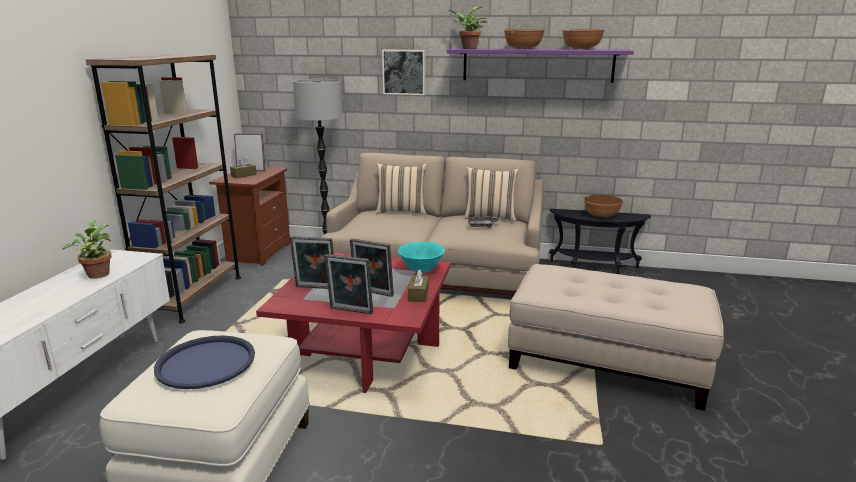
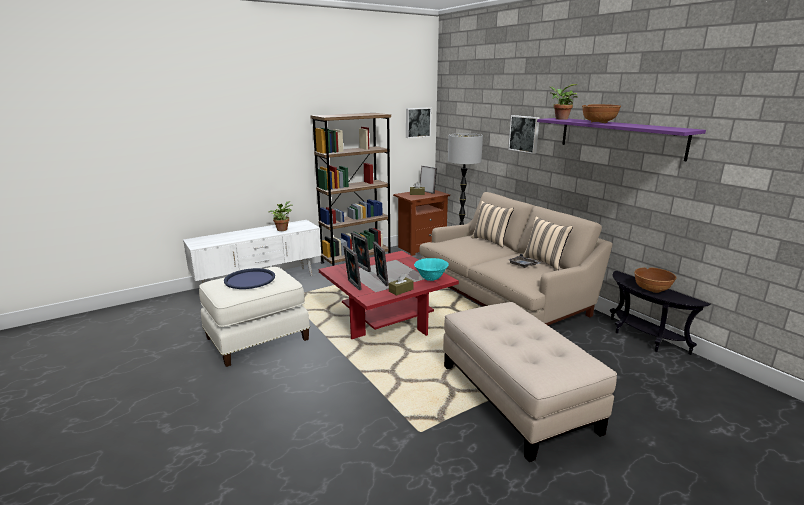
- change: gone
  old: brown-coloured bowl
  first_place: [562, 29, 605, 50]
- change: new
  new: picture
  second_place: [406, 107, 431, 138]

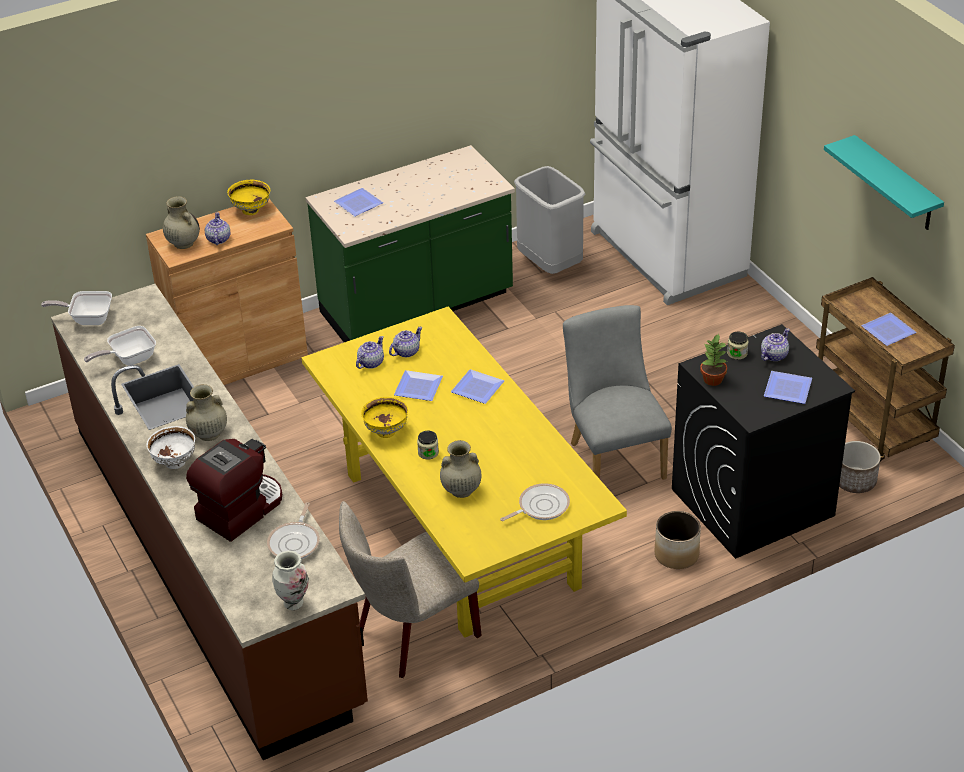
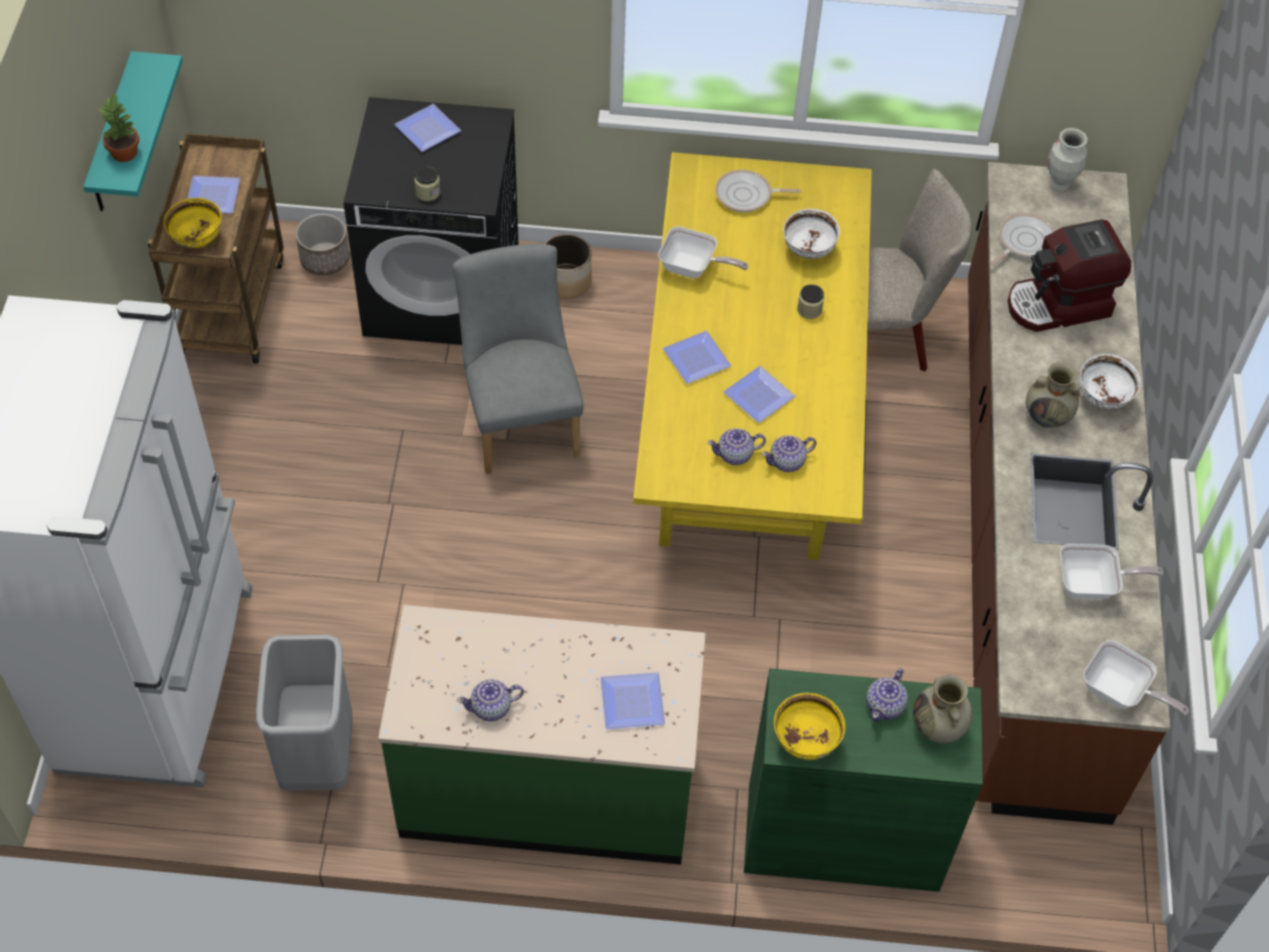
- change: repainted
  old: brown-coloured storage cabinet
  new: greenish storage cabinet
  first_place: [146, 199, 308, 385]
  second_place: [744, 669, 983, 892]
- change: shifted
  old: yellowish bowl
  first_place: [361, 397, 408, 438]
  second_place: [163, 198, 222, 248]
- change: swapped
  old: sand-coloured decorative vase
  new: white bowl
  first_place: [440, 440, 482, 498]
  second_place: [783, 209, 840, 259]
- change: rotated
  old: greyish chair
  first_place: [563, 305, 672, 480]
  second_place: [453, 244, 584, 475]
  degrees: 150
- change: shifted
  old: houseplant
  first_place: [700, 333, 727, 386]
  second_place: [98, 93, 139, 162]
- change: shifted
  old: teapot
  first_place: [761, 328, 790, 361]
  second_place: [457, 679, 524, 721]
- change: new
  new: pan
  second_place: [658, 226, 748, 279]

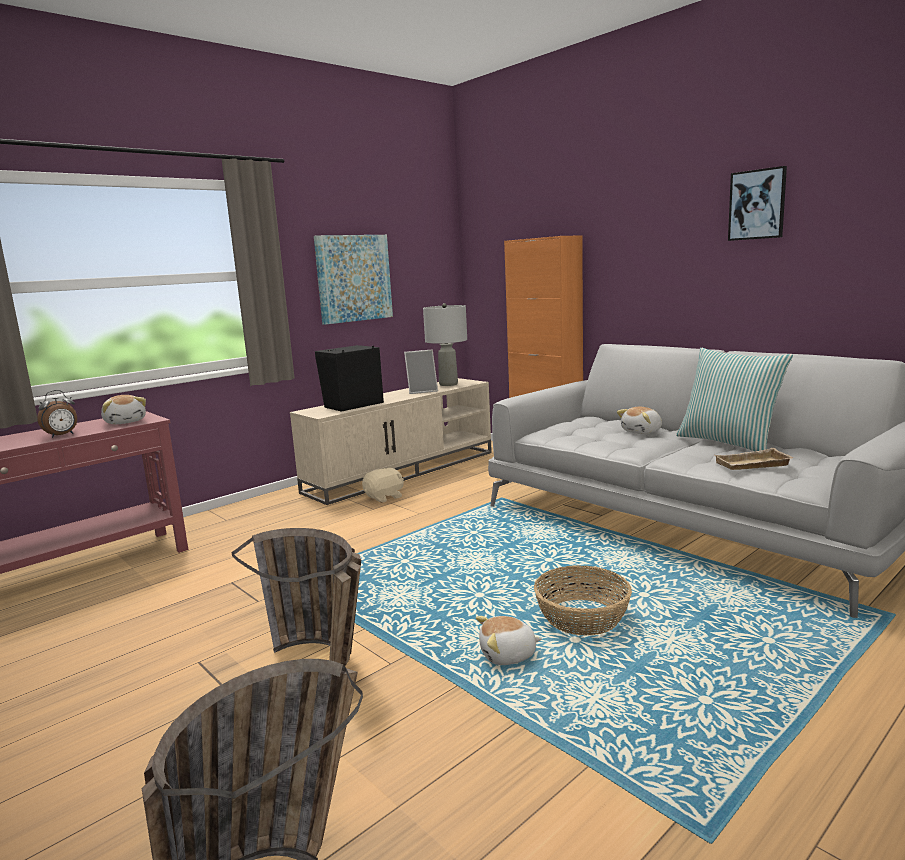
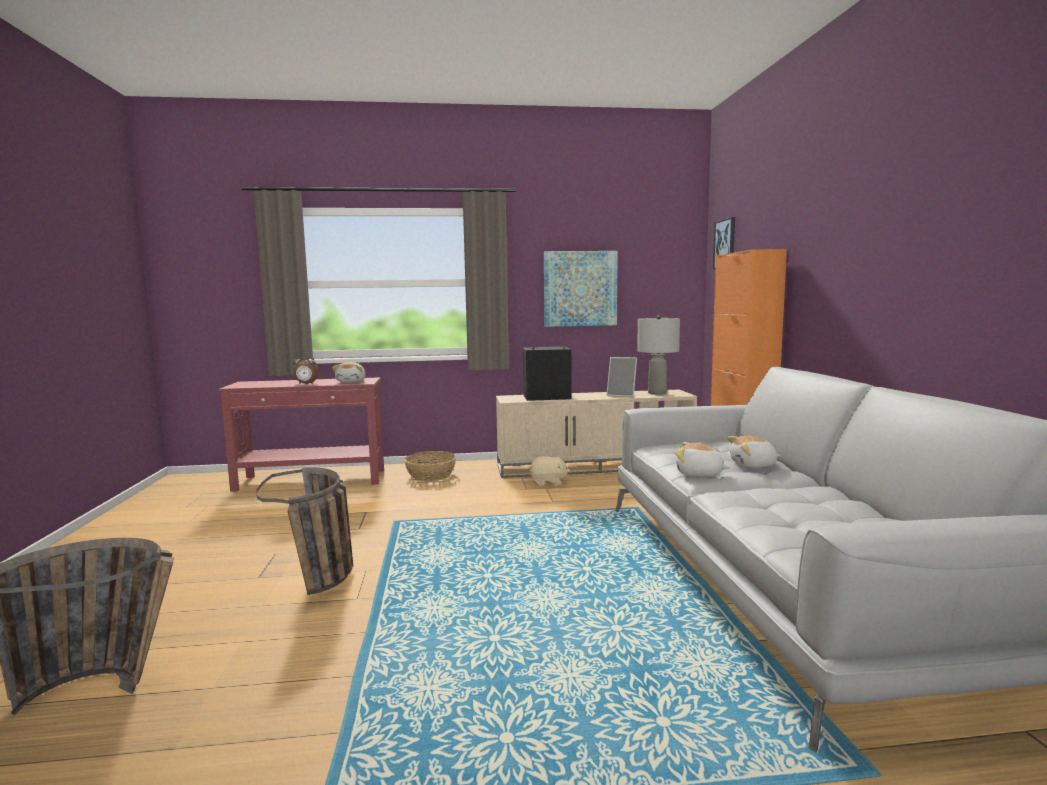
- change: shifted
  old: cuddly toy
  first_place: [476, 616, 542, 665]
  second_place: [675, 442, 730, 477]
- change: shifted
  old: storage basket
  first_place: [534, 565, 632, 636]
  second_place: [404, 451, 456, 481]
- change: gone
  old: throw pillow
  first_place: [676, 348, 793, 451]
- change: gone
  old: sand-coloured tray
  first_place: [715, 448, 794, 470]
- change: shifted
  old: picture
  first_place: [728, 166, 787, 241]
  second_place: [713, 217, 735, 269]

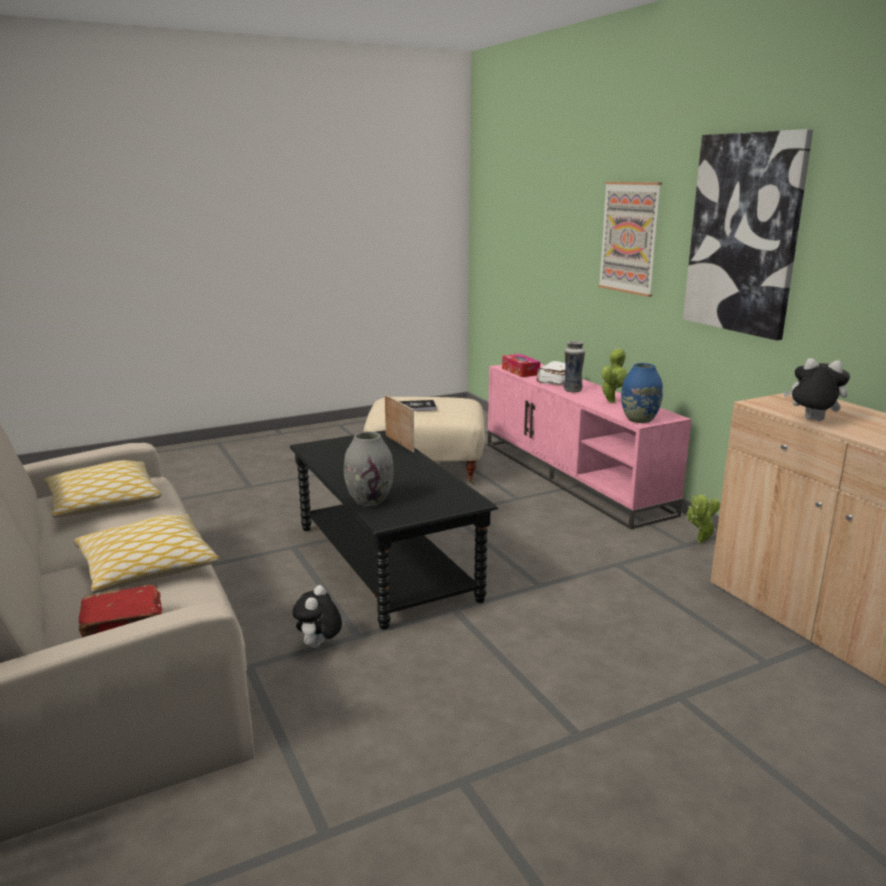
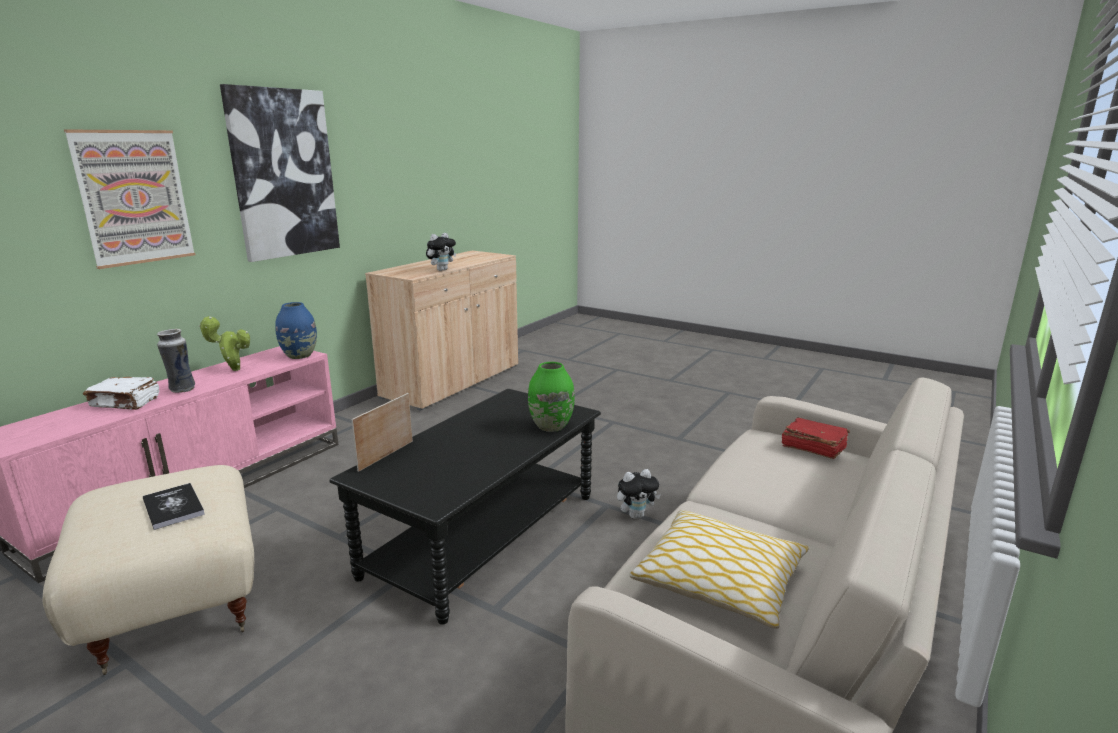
- change: gone
  old: throw pillow
  first_place: [74, 514, 219, 593]
- change: repainted
  old: greyish decorative vase
  new: greenish decorative vase
  first_place: [344, 431, 394, 506]
  second_place: [528, 362, 575, 432]
- change: gone
  old: tissue box
  first_place: [502, 354, 540, 377]
- change: gone
  old: houseplant
  first_place: [686, 494, 720, 543]
- change: rotated
  old: cuddly toy
  first_place: [783, 358, 850, 421]
  second_place: [426, 233, 456, 271]
  degrees: -135

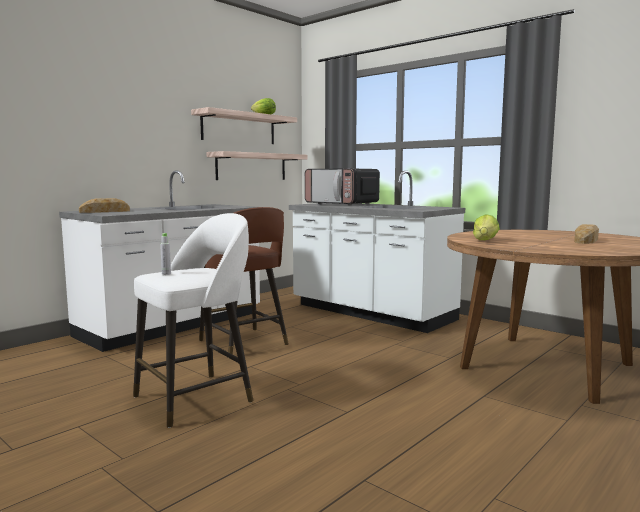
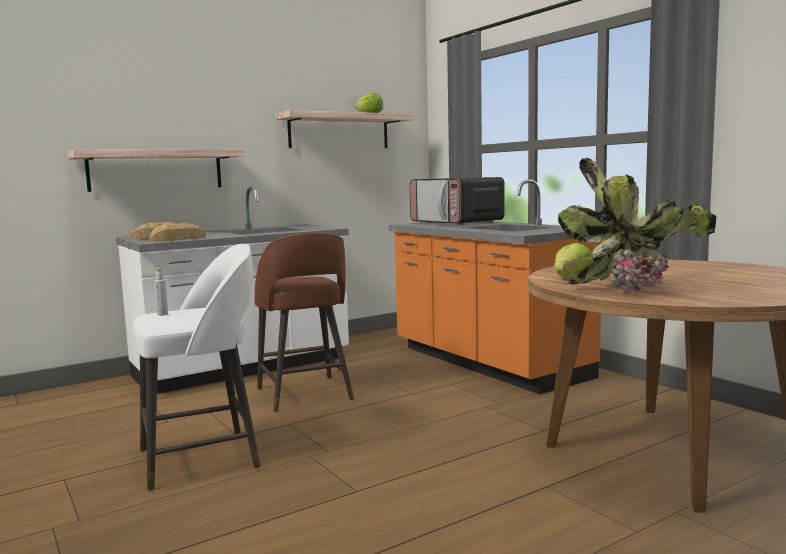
- change: shifted
  old: wall shelf
  first_place: [207, 151, 308, 180]
  second_place: [67, 149, 245, 192]
- change: repainted
  old: white kitchen counter
  new: orange-coloured kitchen counter
  first_place: [289, 171, 465, 333]
  second_place: [389, 179, 602, 394]
- change: shifted
  old: bakery bread
  first_place: [574, 224, 599, 244]
  second_place: [149, 223, 206, 242]
- change: new
  new: houseplant
  second_place: [558, 158, 717, 293]

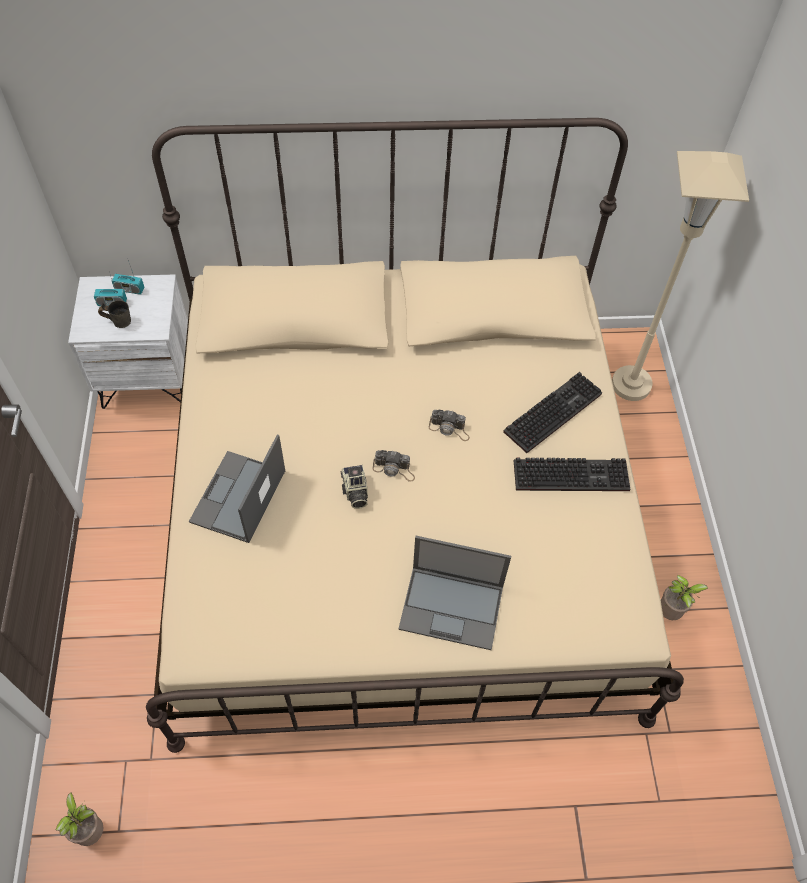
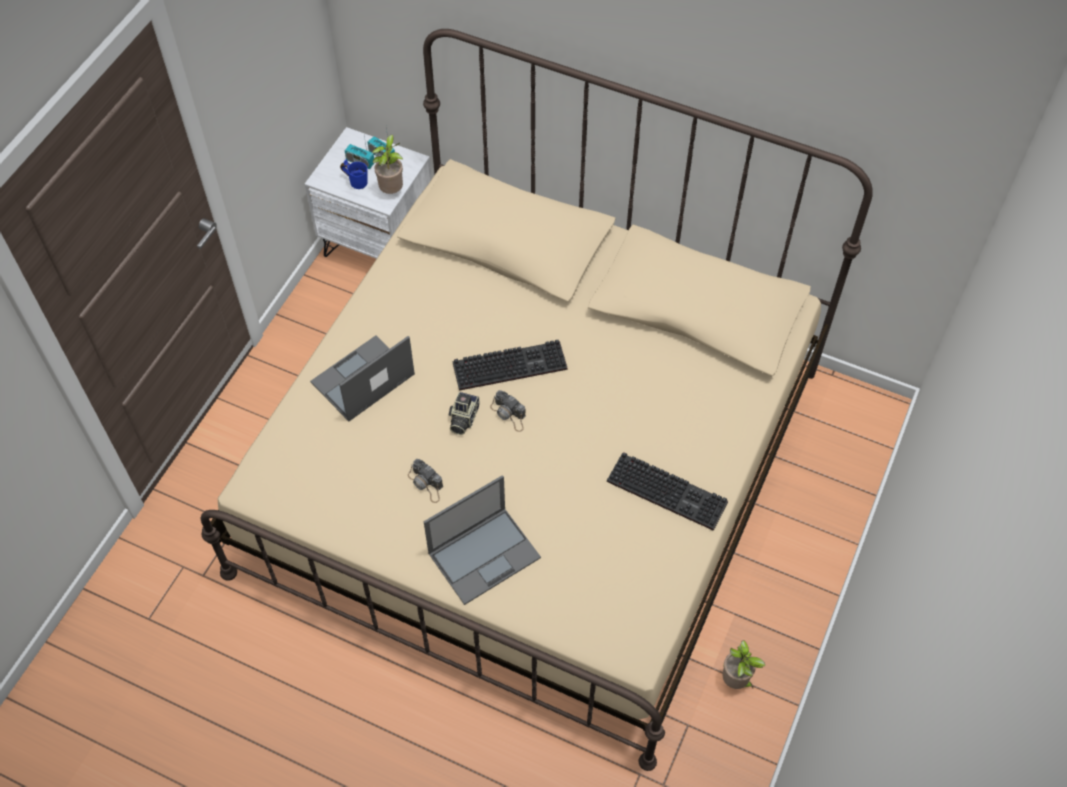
- change: shifted
  old: houseplant
  first_place: [55, 792, 103, 846]
  second_place: [372, 135, 403, 194]
- change: repainted
  old: greyish coffee mug
  new: bluish coffee mug
  first_place: [98, 300, 131, 328]
  second_place: [340, 159, 368, 189]
- change: rotated
  old: laptop
  first_place: [398, 536, 511, 650]
  second_place: [424, 475, 541, 605]
  degrees: -75
- change: shifted
  old: still camera
  first_place: [429, 410, 470, 441]
  second_place: [408, 459, 443, 503]
- change: shifted
  old: keyboard
  first_place: [503, 372, 602, 453]
  second_place: [453, 340, 568, 391]
- change: gone
  old: sand-coloured floor lamp
  first_place: [612, 151, 749, 401]

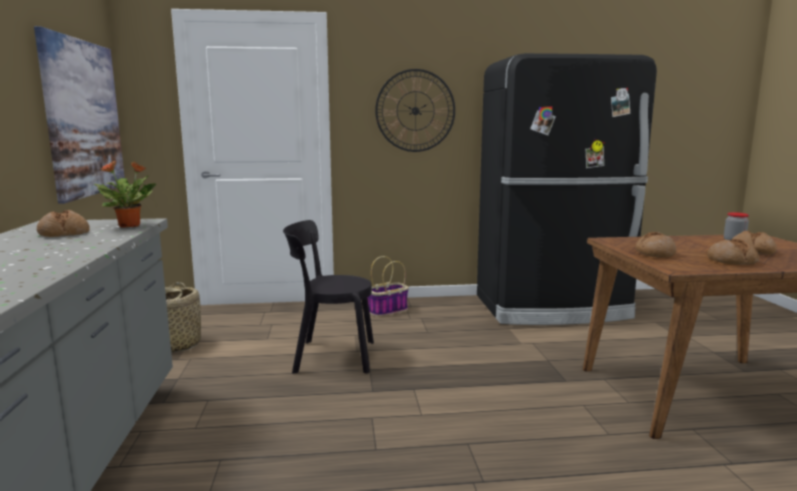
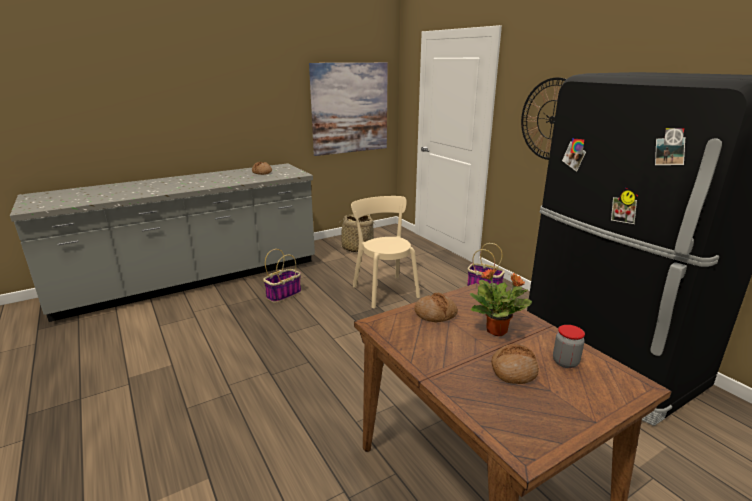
- change: shifted
  old: houseplant
  first_place: [93, 161, 157, 228]
  second_place: [470, 268, 532, 336]
- change: repainted
  old: black chair
  new: sand-coloured chair
  first_place: [283, 220, 374, 374]
  second_place: [351, 196, 420, 308]
- change: gone
  old: bakery bread
  first_place: [707, 239, 760, 265]
- change: new
  new: storage basket
  second_place: [263, 249, 301, 303]

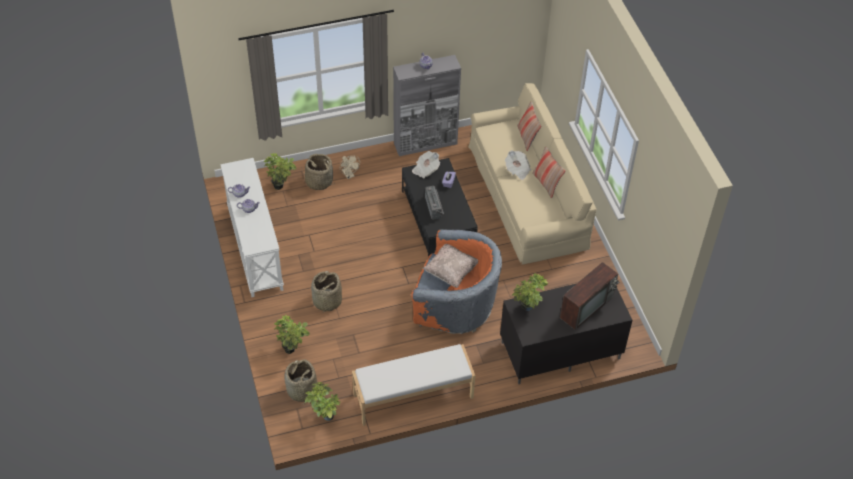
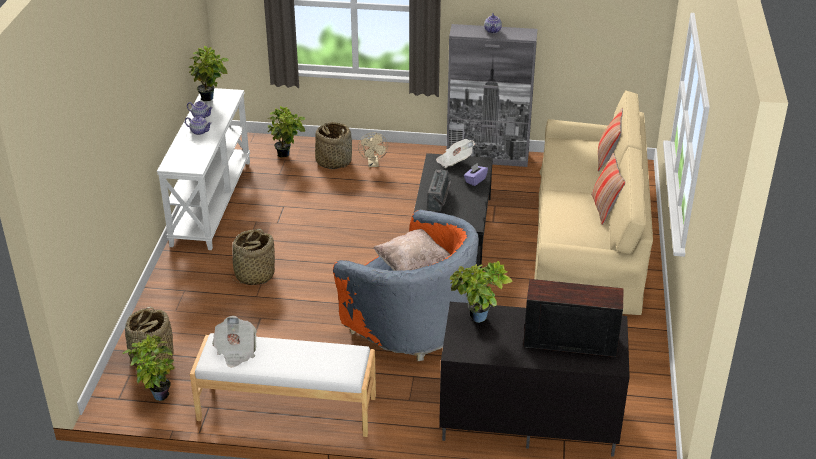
- change: shifted
  old: houseplant
  first_place: [274, 315, 310, 354]
  second_place: [188, 46, 229, 101]
- change: shifted
  old: printed paper
  first_place: [505, 150, 531, 180]
  second_place: [212, 316, 257, 368]
- change: rotated
  old: TV
  first_place: [560, 262, 619, 330]
  second_place: [523, 279, 624, 357]
  degrees: -150

